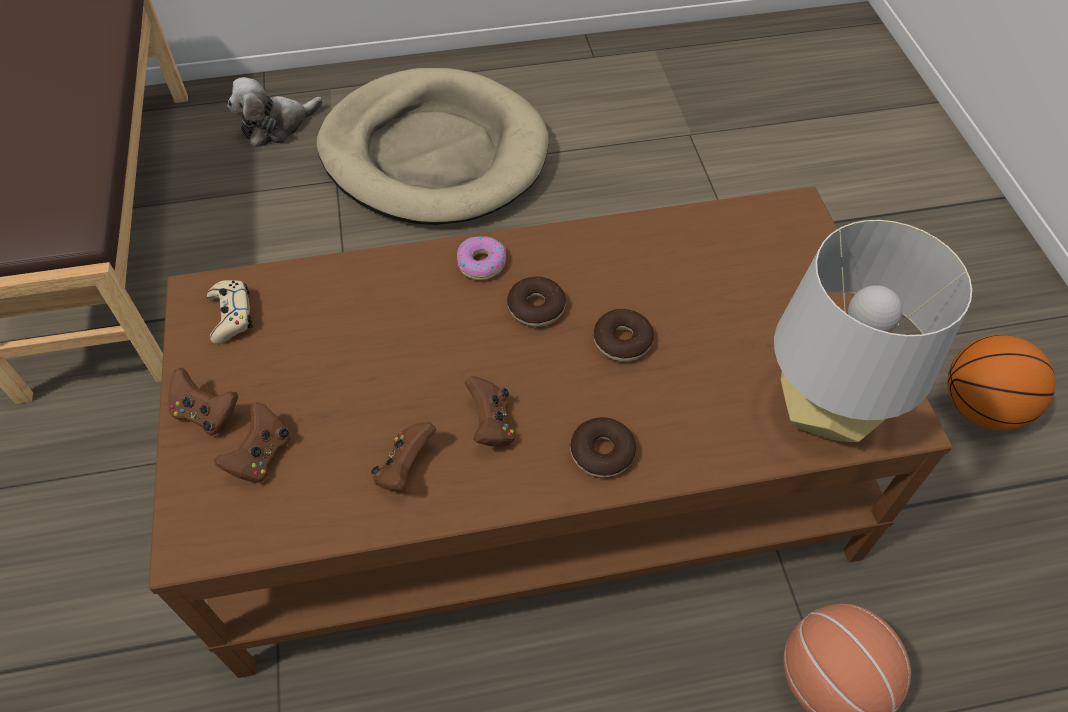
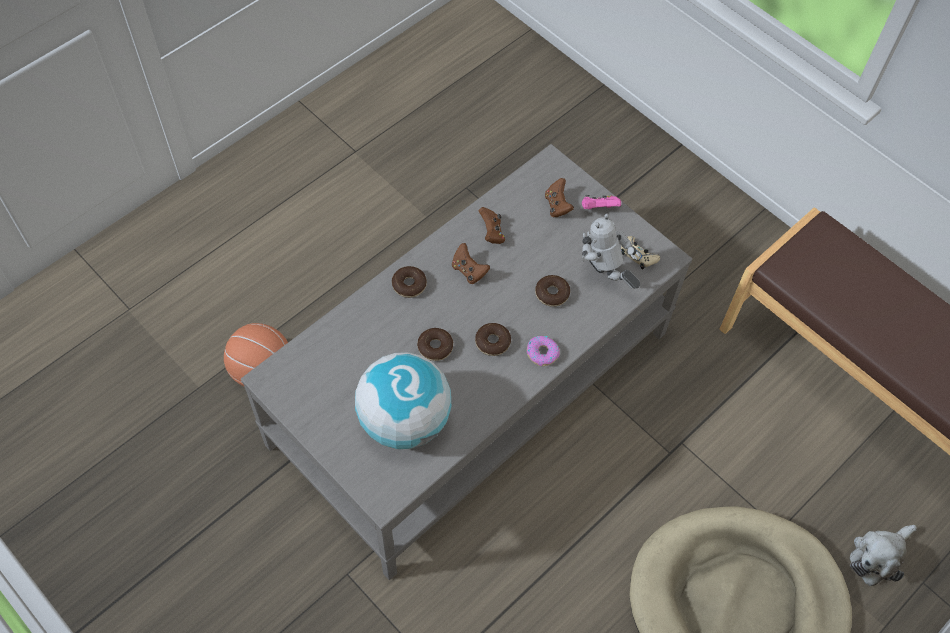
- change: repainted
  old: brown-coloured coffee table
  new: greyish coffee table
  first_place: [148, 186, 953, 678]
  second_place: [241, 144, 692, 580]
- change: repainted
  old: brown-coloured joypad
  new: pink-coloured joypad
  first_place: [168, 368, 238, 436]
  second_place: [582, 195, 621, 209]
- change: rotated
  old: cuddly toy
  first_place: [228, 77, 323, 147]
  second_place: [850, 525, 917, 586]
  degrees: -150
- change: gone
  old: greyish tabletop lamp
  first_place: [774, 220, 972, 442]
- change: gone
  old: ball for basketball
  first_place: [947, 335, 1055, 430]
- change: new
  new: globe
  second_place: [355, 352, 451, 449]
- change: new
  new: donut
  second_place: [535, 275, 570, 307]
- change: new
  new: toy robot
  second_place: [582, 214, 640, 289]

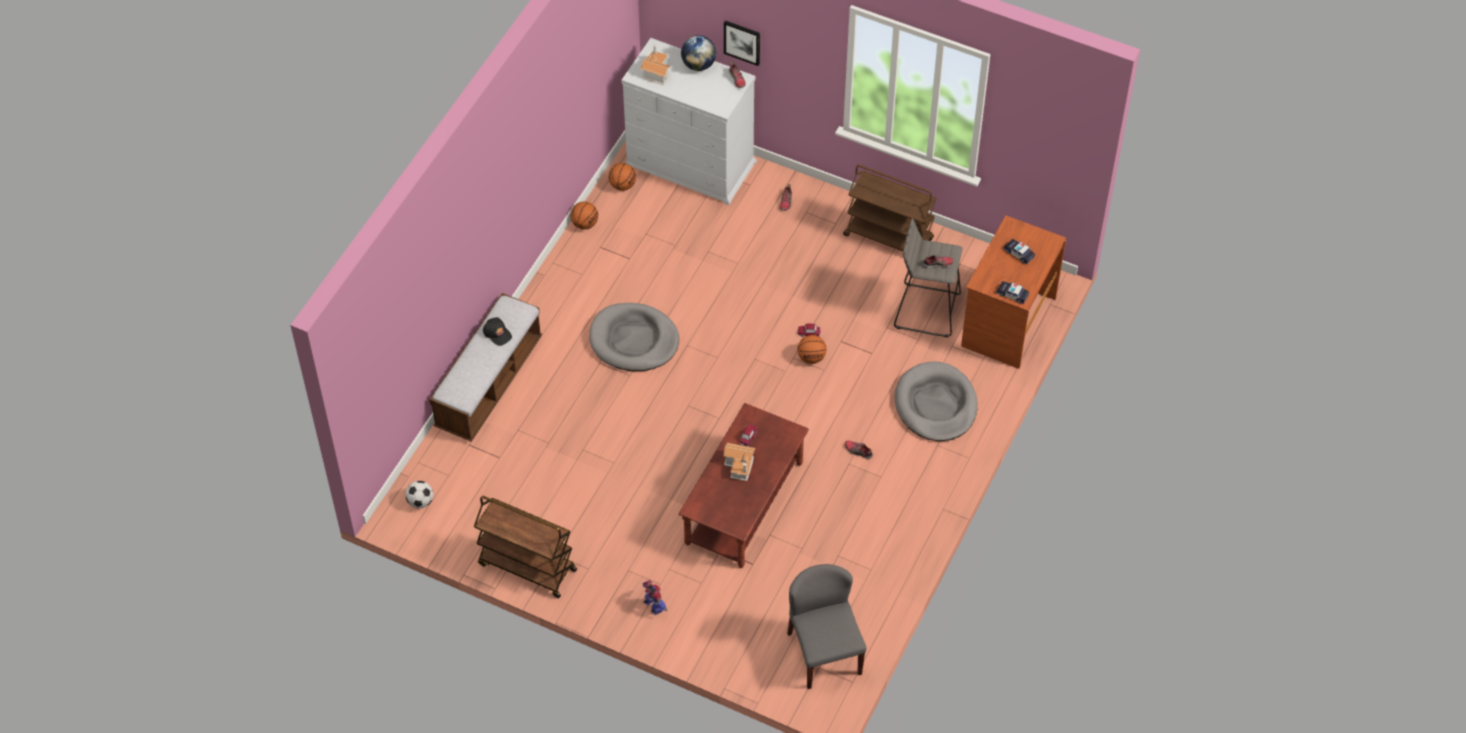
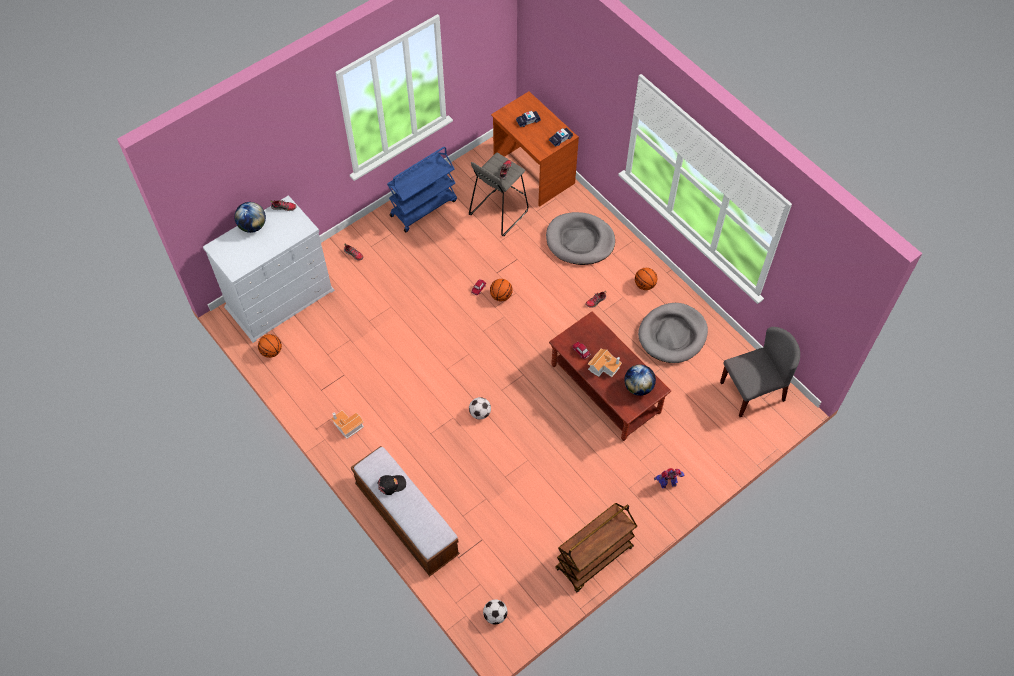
- change: shifted
  old: ball for basketball
  first_place: [570, 202, 598, 229]
  second_place: [635, 268, 657, 290]
- change: shifted
  old: greyish dog bed
  first_place: [589, 303, 679, 371]
  second_place: [638, 303, 708, 363]
- change: shifted
  old: model house
  first_place: [640, 44, 671, 85]
  second_place: [331, 411, 364, 439]
- change: gone
  old: picture
  first_place: [724, 20, 760, 66]
- change: rotated
  old: greyish chair
  first_place: [787, 564, 867, 689]
  second_place: [720, 327, 800, 417]
  degrees: 150
- change: repainted
  old: brown-coloured trolley
  new: bluish trolley
  first_place: [843, 165, 937, 251]
  second_place: [387, 147, 457, 232]
- change: new
  new: ball for football
  second_place: [469, 397, 491, 419]
- change: new
  new: globe
  second_place: [624, 365, 656, 396]

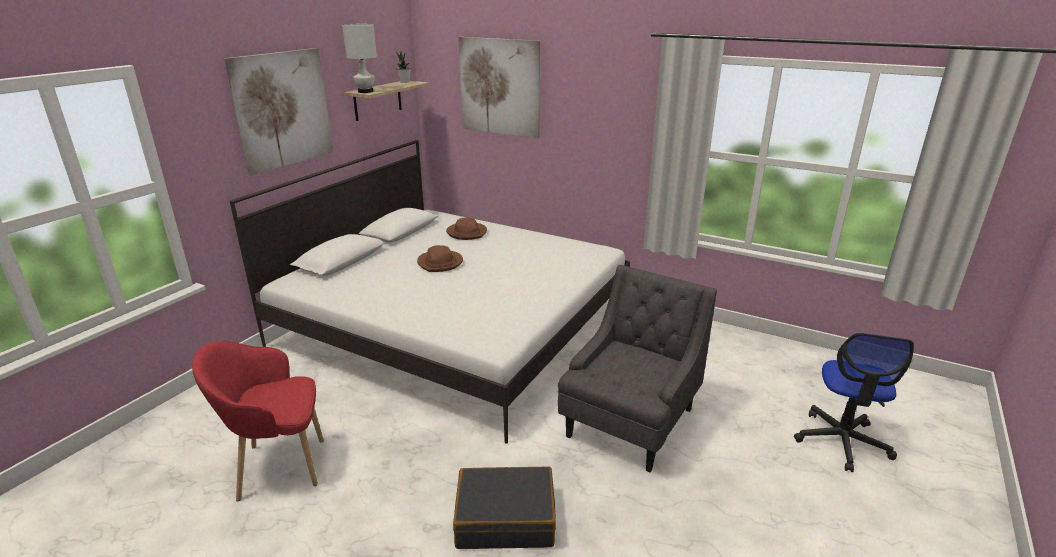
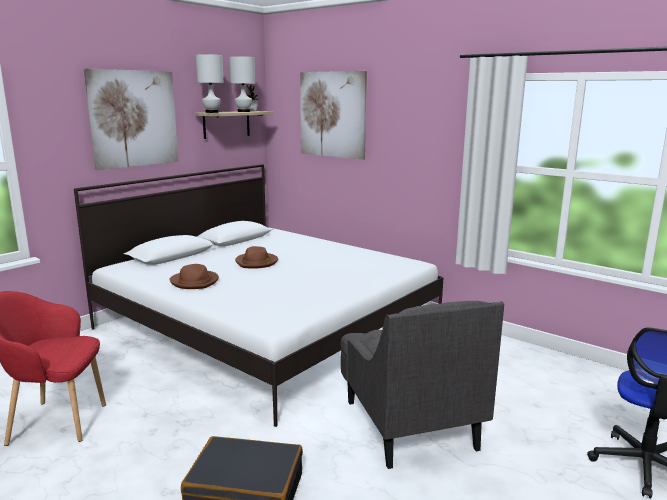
- change: shifted
  old: brown-coloured wearable hat
  first_place: [446, 217, 487, 240]
  second_place: [169, 264, 219, 289]
- change: rotated
  old: greyish armchair
  first_place: [558, 265, 717, 472]
  second_place: [340, 301, 504, 469]
  degrees: 120
- change: new
  new: white tabletop lamp
  second_place: [229, 56, 255, 112]

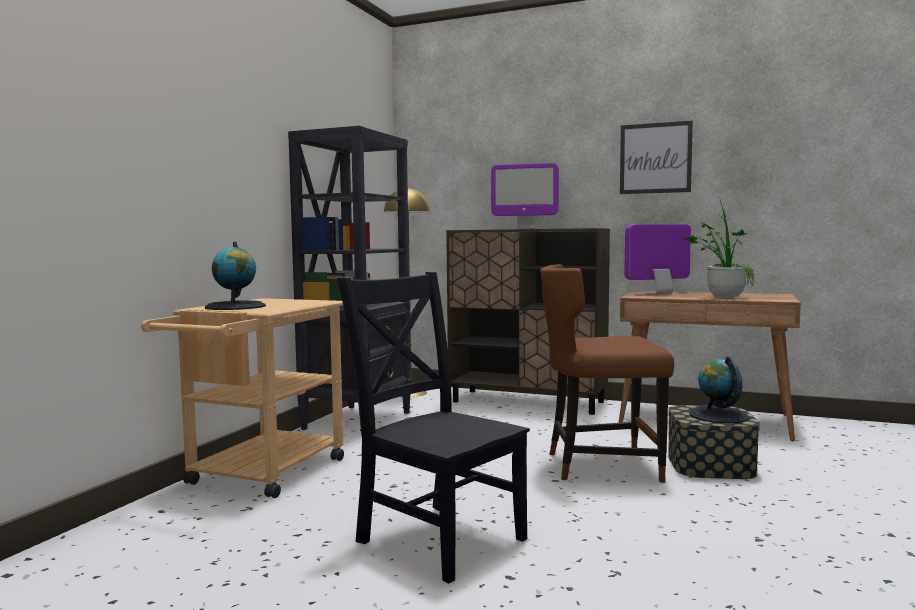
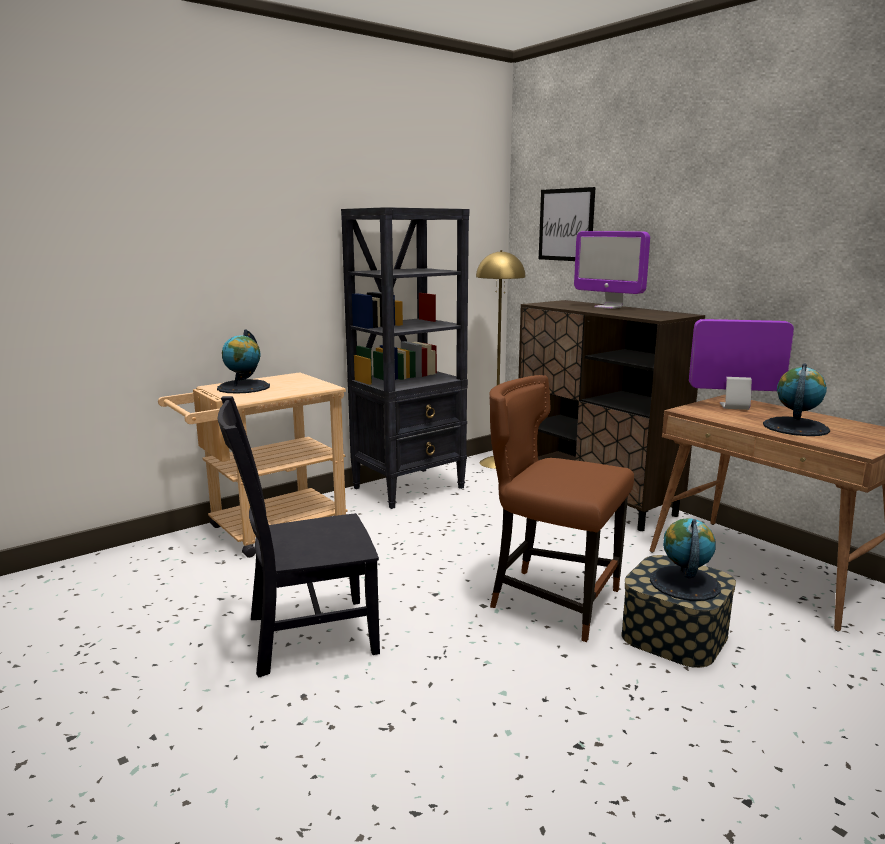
- change: rotated
  old: black chair
  first_place: [337, 272, 530, 583]
  second_place: [218, 396, 380, 677]
  degrees: -90
- change: shifted
  old: picture
  first_place: [620, 121, 693, 194]
  second_place: [539, 187, 595, 261]
- change: swapped
  old: houseplant
  new: globe
  first_place: [684, 197, 756, 298]
  second_place: [763, 364, 830, 436]

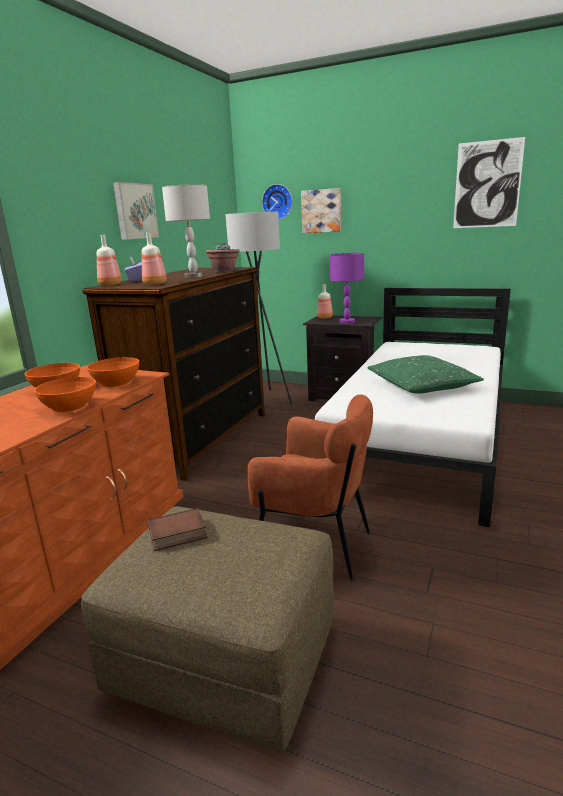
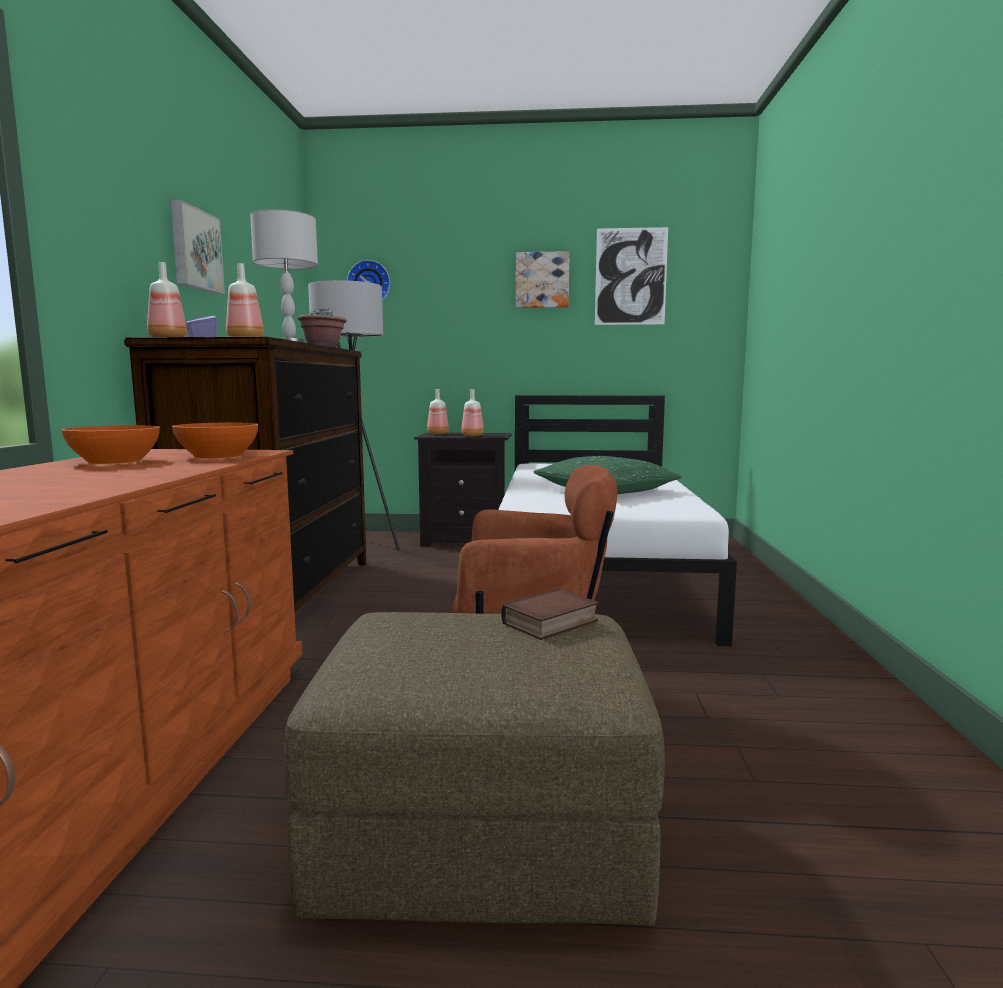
- change: gone
  old: orange-coloured bowl
  first_place: [34, 377, 96, 412]
- change: shifted
  old: bound book
  first_place: [148, 508, 207, 551]
  second_place: [501, 589, 598, 640]
- change: shifted
  old: picture
  first_place: [301, 188, 341, 233]
  second_place: [516, 251, 570, 308]
- change: swapped
  old: purple tabletop lamp
  new: drink bottle
  first_place: [330, 253, 364, 324]
  second_place: [461, 389, 484, 436]

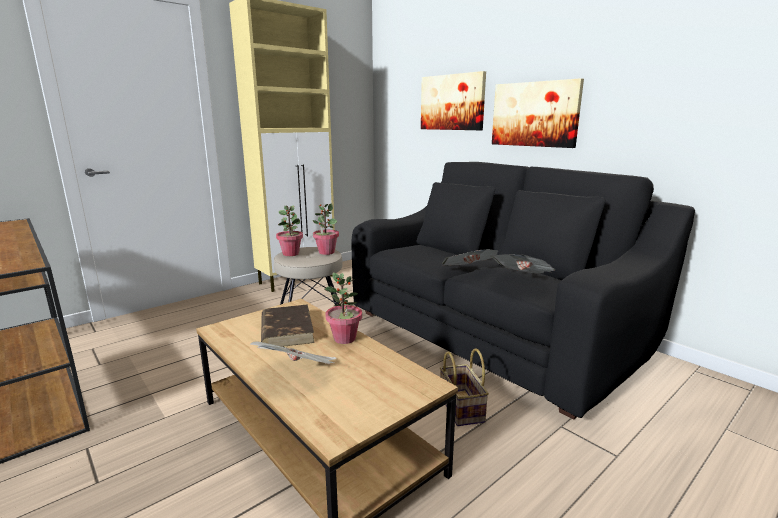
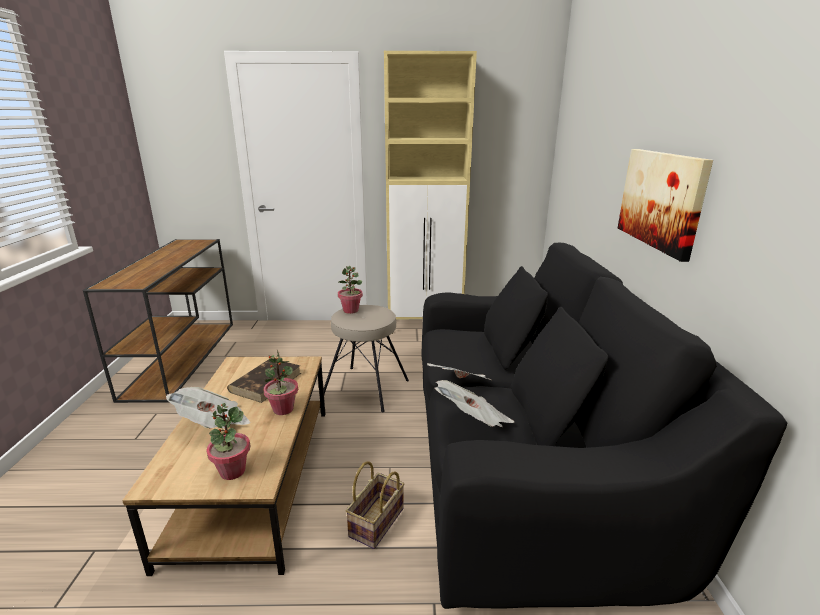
- change: shifted
  old: houseplant
  first_place: [312, 204, 339, 255]
  second_place: [206, 403, 250, 480]
- change: gone
  old: picture
  first_place: [421, 71, 486, 130]

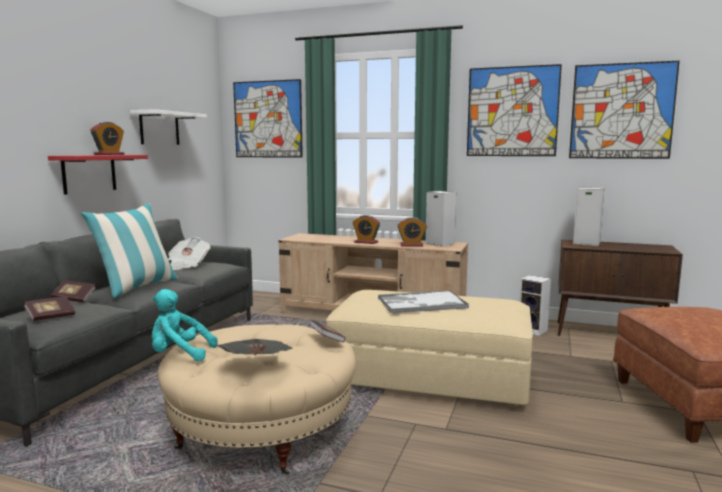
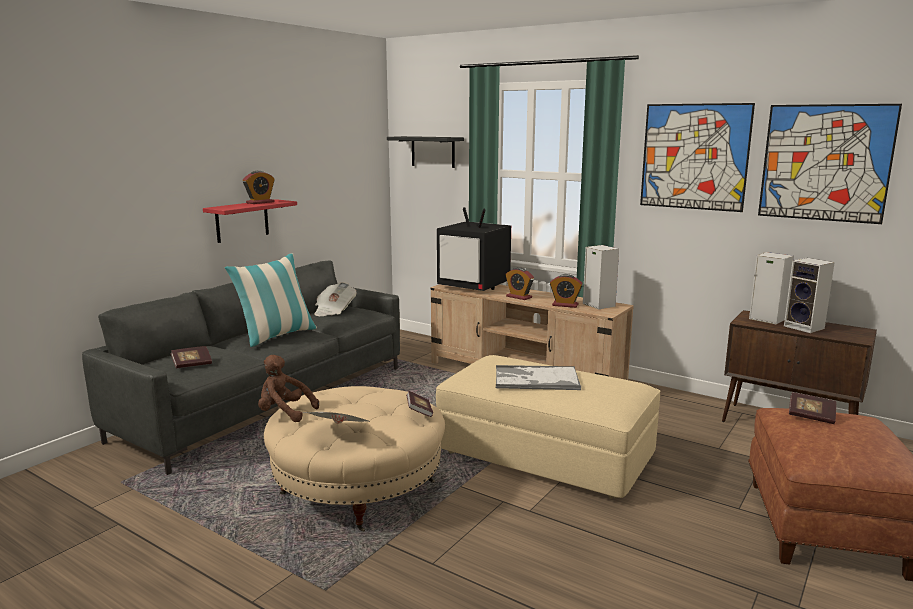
- change: shifted
  old: bound book
  first_place: [51, 281, 96, 302]
  second_place: [789, 392, 836, 424]
- change: gone
  old: white wall shelf
  first_place: [130, 109, 207, 145]
- change: repainted
  old: blue-green cuddly toy
  new: brown-coloured cuddly toy
  first_place: [152, 289, 218, 361]
  second_place: [258, 355, 319, 422]
- change: swapped
  old: picture
  new: black wall shelf
  first_place: [233, 79, 303, 158]
  second_place: [387, 136, 464, 168]
- change: shifted
  old: speaker
  first_place: [520, 275, 551, 336]
  second_place: [784, 258, 835, 333]
- change: new
  new: TV
  second_place: [437, 207, 511, 291]

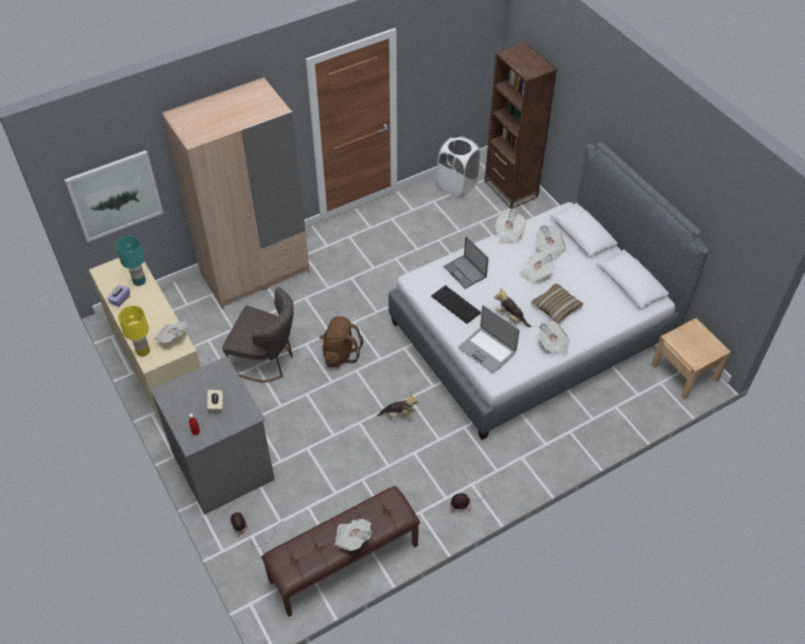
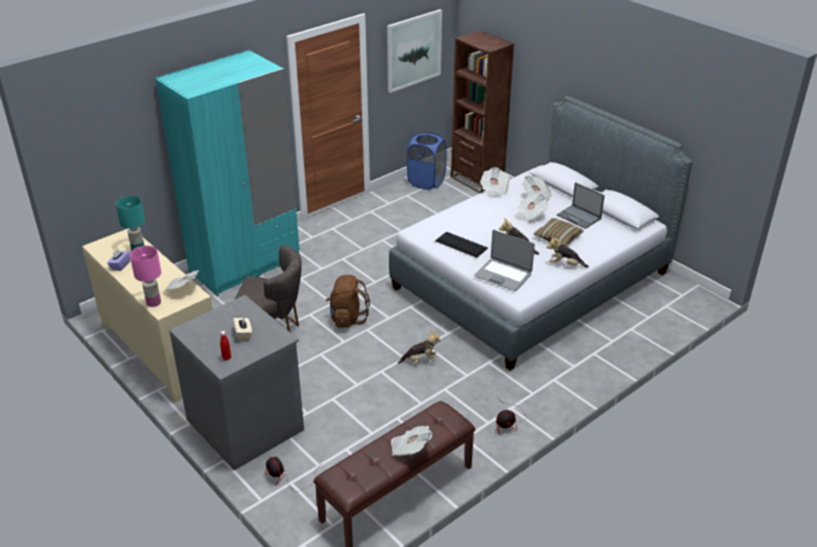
- change: shifted
  old: picture
  first_place: [64, 150, 163, 242]
  second_place: [387, 9, 442, 93]
- change: repainted
  old: yellowish tabletop lamp
  new: pink-coloured tabletop lamp
  first_place: [118, 306, 150, 357]
  second_place: [130, 246, 161, 307]
- change: repainted
  old: sand-coloured wardrobe
  new: blue-green wardrobe
  first_place: [162, 77, 310, 309]
  second_place: [155, 50, 300, 296]
- change: repainted
  old: white laundry basket
  new: bluish laundry basket
  first_place: [437, 136, 481, 197]
  second_place: [407, 132, 447, 190]
- change: shifted
  old: laptop
  first_place: [443, 236, 489, 289]
  second_place: [557, 182, 605, 229]
- change: swapped
  old: printed paper
  new: cuddly toy
  first_place: [539, 321, 570, 356]
  second_place: [547, 236, 589, 268]
- change: gone
  old: sand-coloured night table
  first_place: [651, 318, 731, 399]

